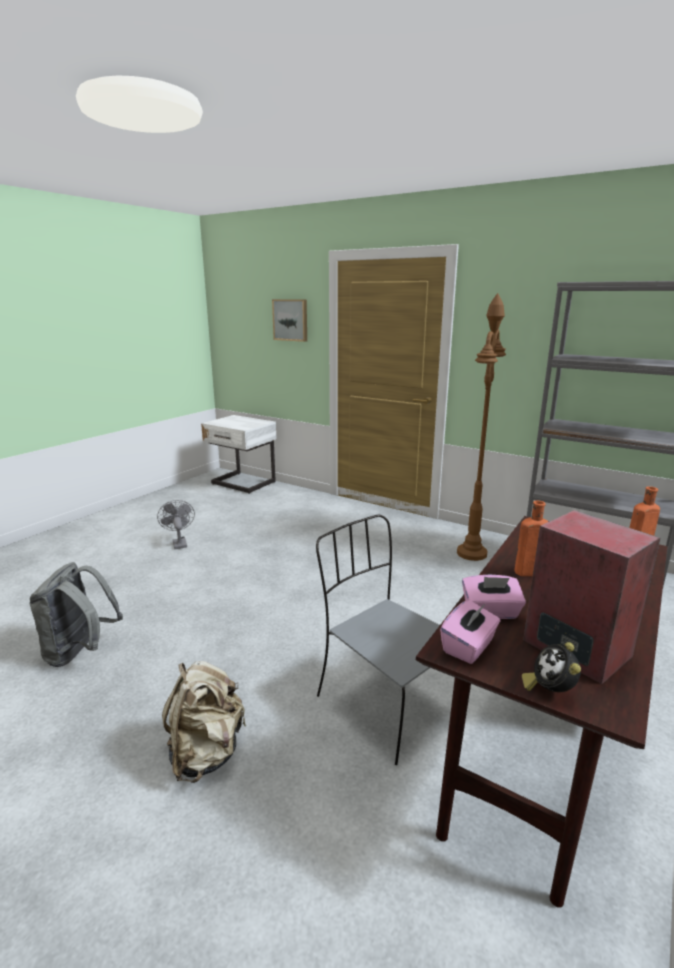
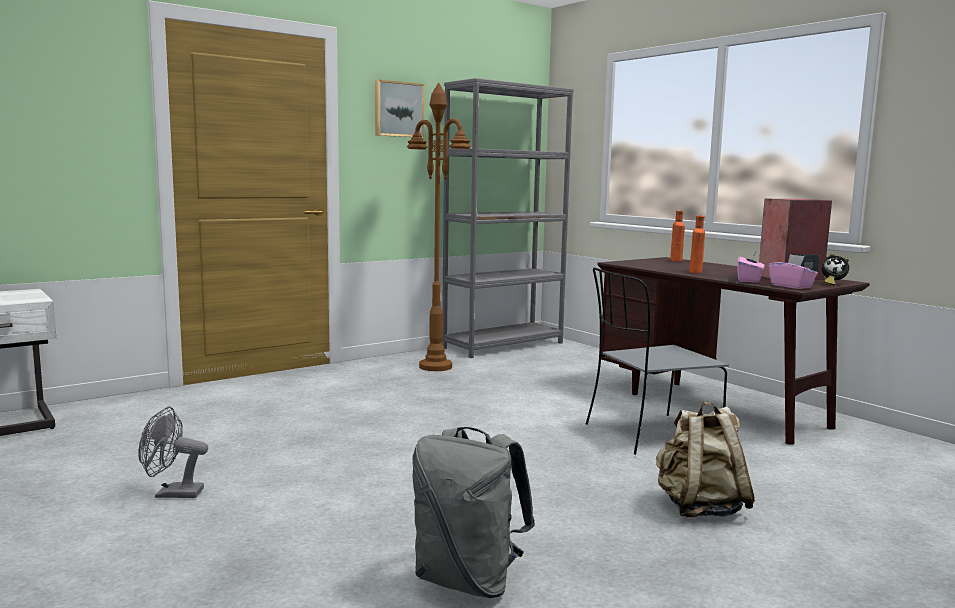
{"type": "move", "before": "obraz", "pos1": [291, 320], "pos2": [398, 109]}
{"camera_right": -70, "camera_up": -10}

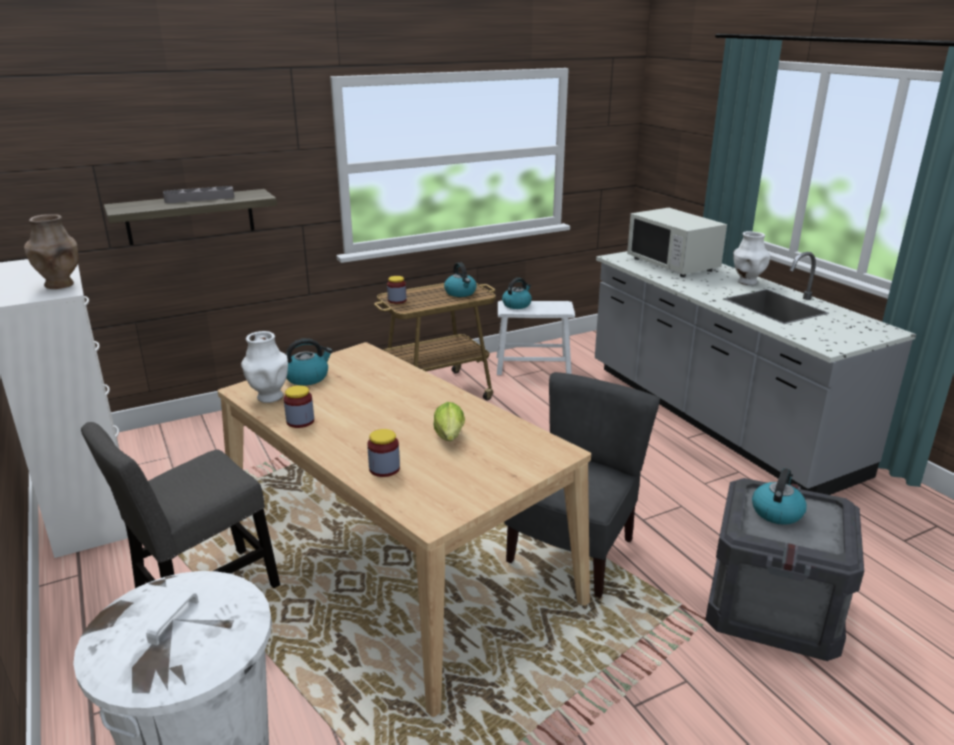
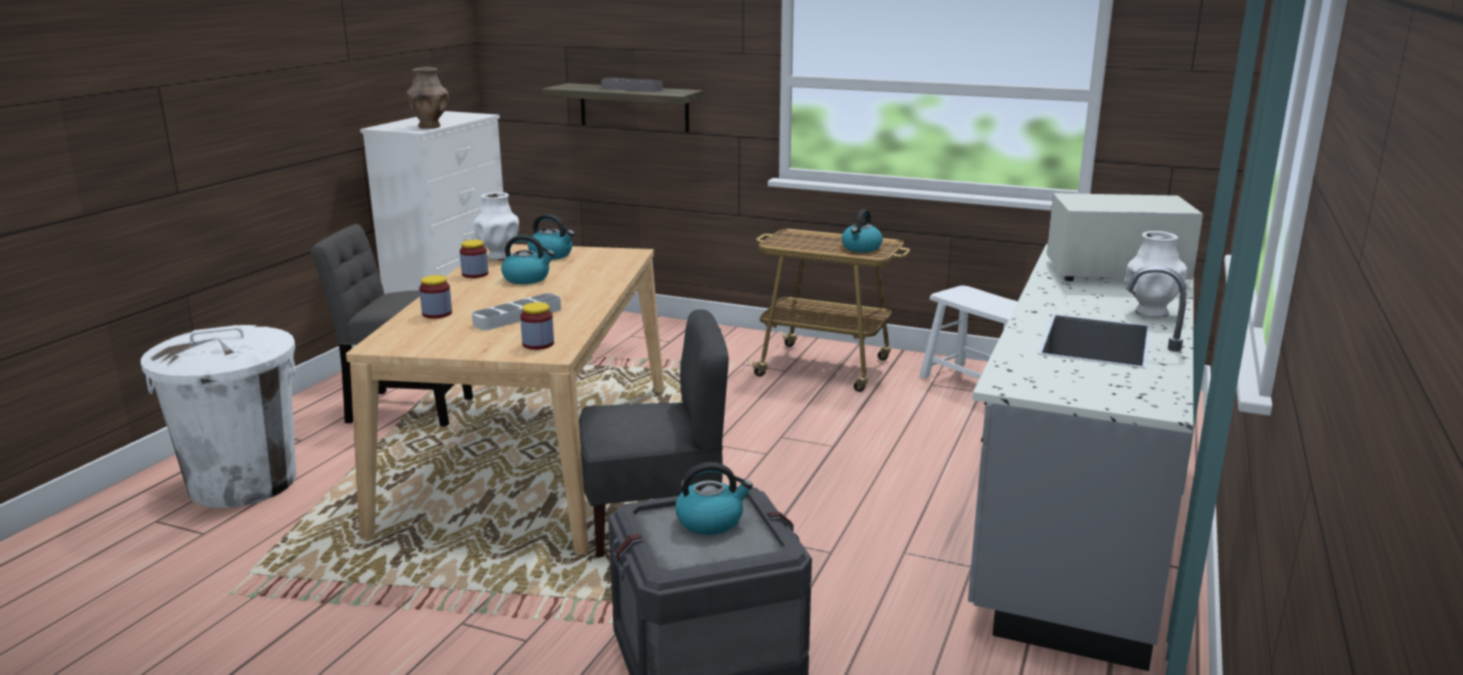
{"type": "move", "before": "słoik", "pos1": [397, 300], "pos2": [538, 344]}
{"type": "move", "before": "czajnik", "pos1": [517, 305], "pos2": [527, 278]}
{"type": "replace", "before": "sałata", "after": "taca [szary]", "pos1": [449, 438], "pos2": [518, 317]}
{"type": "rotate", "before": "mikrofalówka [biały]", "pos1": [673, 264], "pos2": [1115, 273], "turn": 75}
{"camera_right": 50, "camera_up": -5}

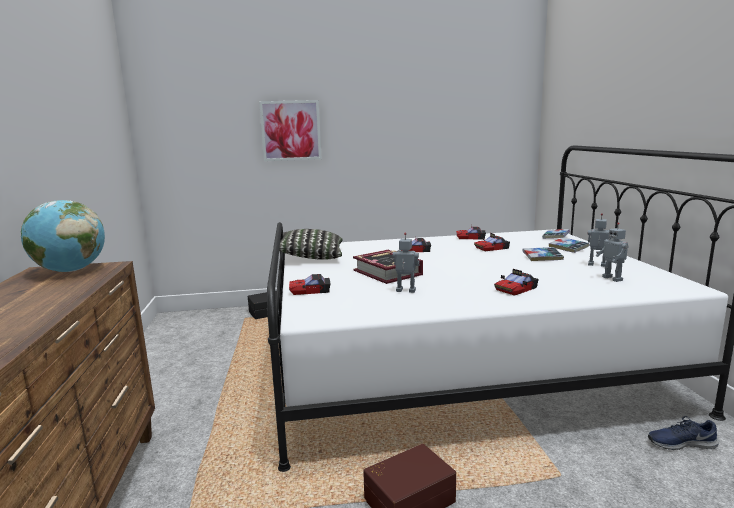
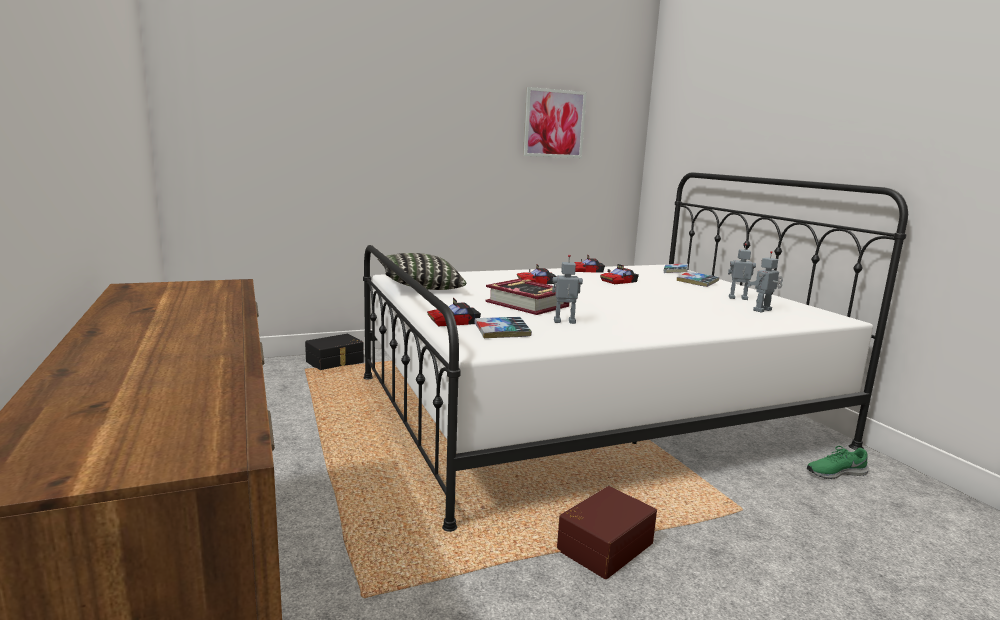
{"type": "delete", "before": "globus", "pos1": [70, 271]}
{"type": "delete", "before": "samochodzik", "pos1": [516, 289]}
{"type": "move", "before": "obraz", "pos1": [291, 130], "pos2": [554, 123]}
{"type": "move", "before": "książka", "pos1": [542, 257], "pos2": [502, 332]}
{"type": "recolor", "before": "but [niebieski]", "after": "but [zielony]", "pos1": [680, 443], "pos2": [835, 472]}
{"type": "rotate", "before": "robot zabawkowy", "pos1": [613, 278], "pos2": [763, 310], "turn": 90}
{"camera_right": -15, "camera_up": 0}

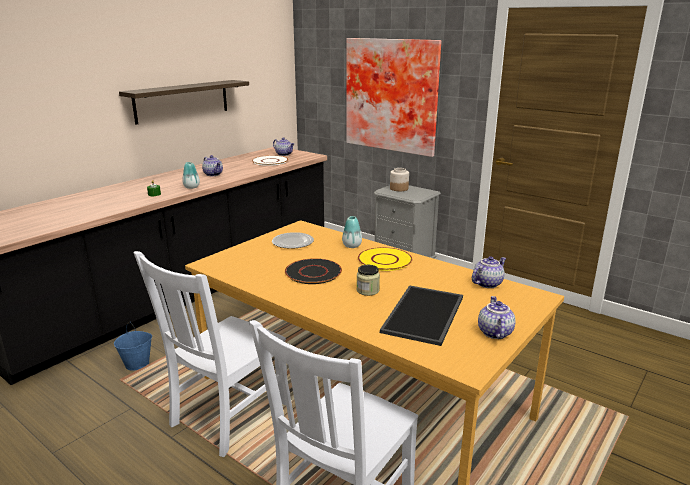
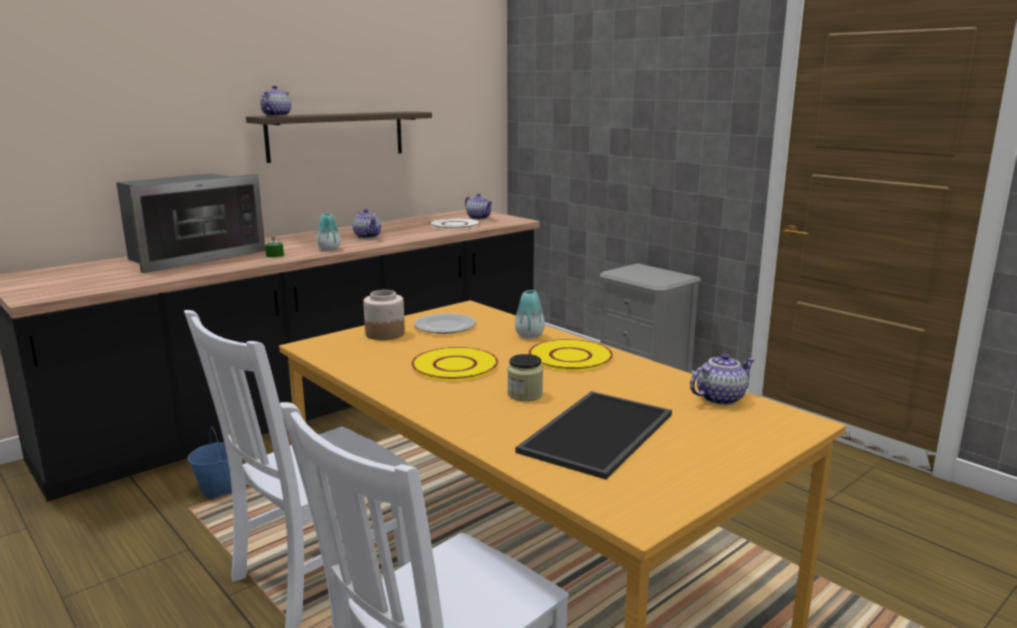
{"type": "delete", "before": "obraz", "pos1": [392, 95]}
{"type": "insert", "after": "mikrofalówka", "pos2": [192, 256]}
{"type": "move", "before": "słoik", "pos1": [398, 188], "pos2": [384, 334]}
{"type": "move", "before": "imbryk", "pos1": [494, 332], "pos2": [276, 116]}
{"type": "recolor", "before": "talerz [czarny]", "after": "talerz [żółty]", "pos1": [313, 272], "pos2": [455, 365]}
{"camera_right": 10, "camera_up": -5}

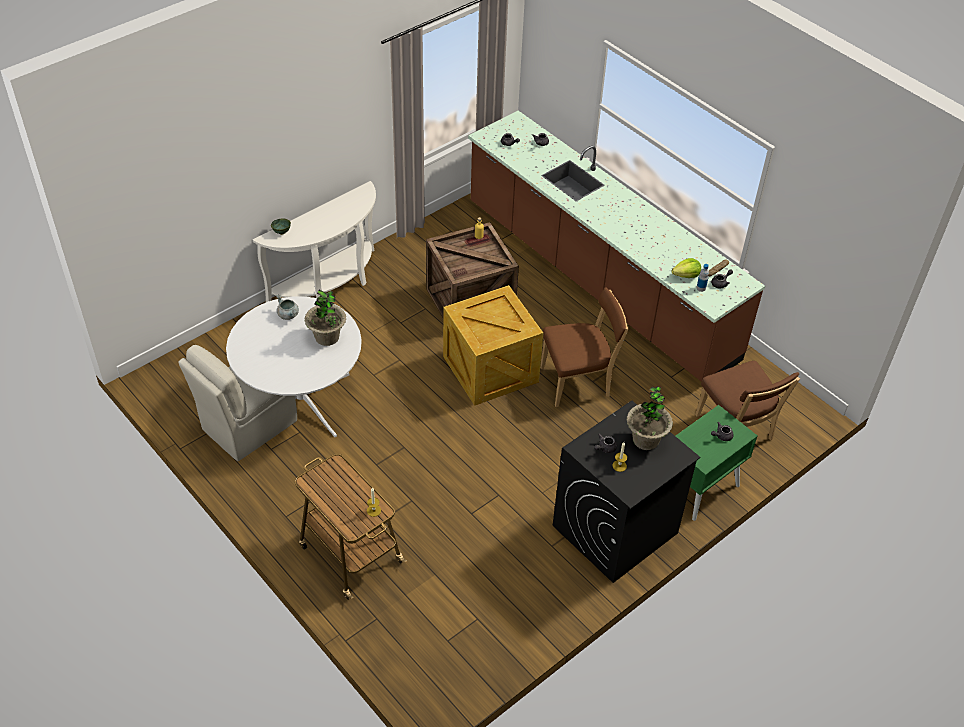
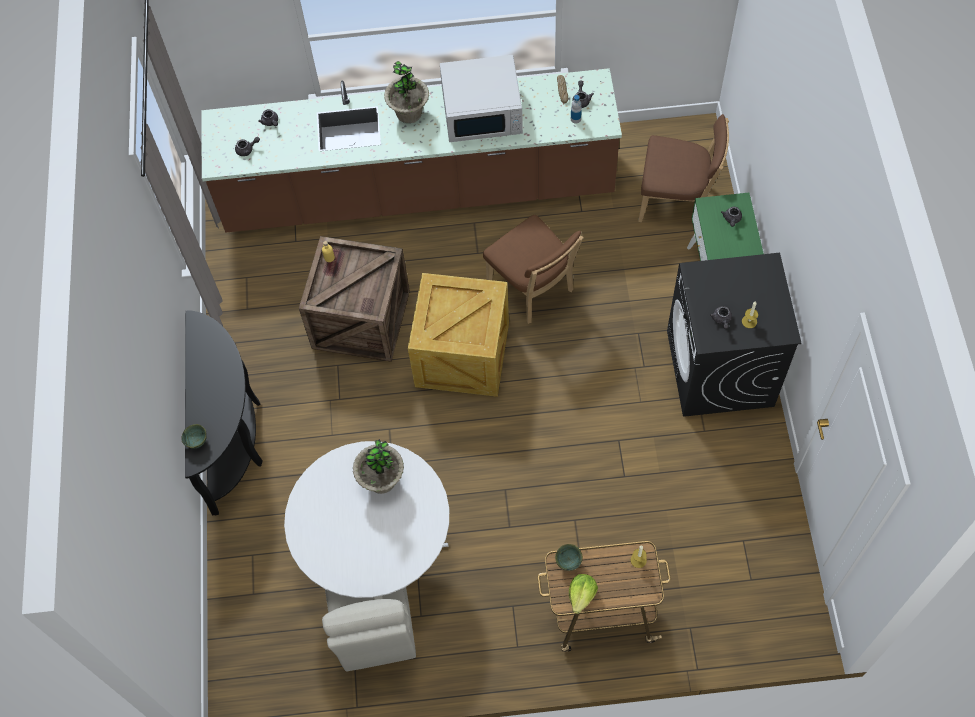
{"type": "delete", "before": "garnek [szary]", "pos1": [288, 315]}
{"type": "insert", "after": "mikrofalówka [biały]", "pos2": [483, 112]}
{"type": "insert", "after": "miska [zielony]", "pos2": [569, 561]}
{"type": "move", "before": "roślina doniczkowa", "pos1": [645, 439], "pos2": [409, 113]}
{"type": "move", "before": "sałata", "pos1": [686, 275], "pos2": [582, 595]}
{"type": "recolor", "before": "stolik konsolowy [biały]", "after": "stolik konsolowy [czarny]", "pos1": [330, 285], "pos2": [234, 436]}
{"type": "rotate", "before": "krzesło [brązowy]", "pos1": [578, 382], "pos2": [533, 289], "turn": 120}
{"camera_right": -50, "camera_up": 15}

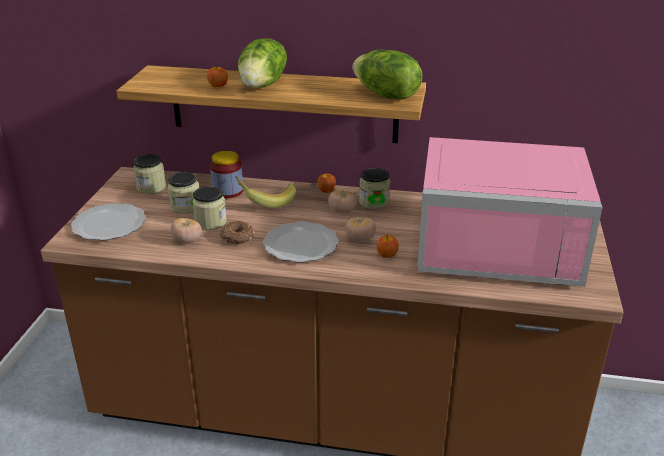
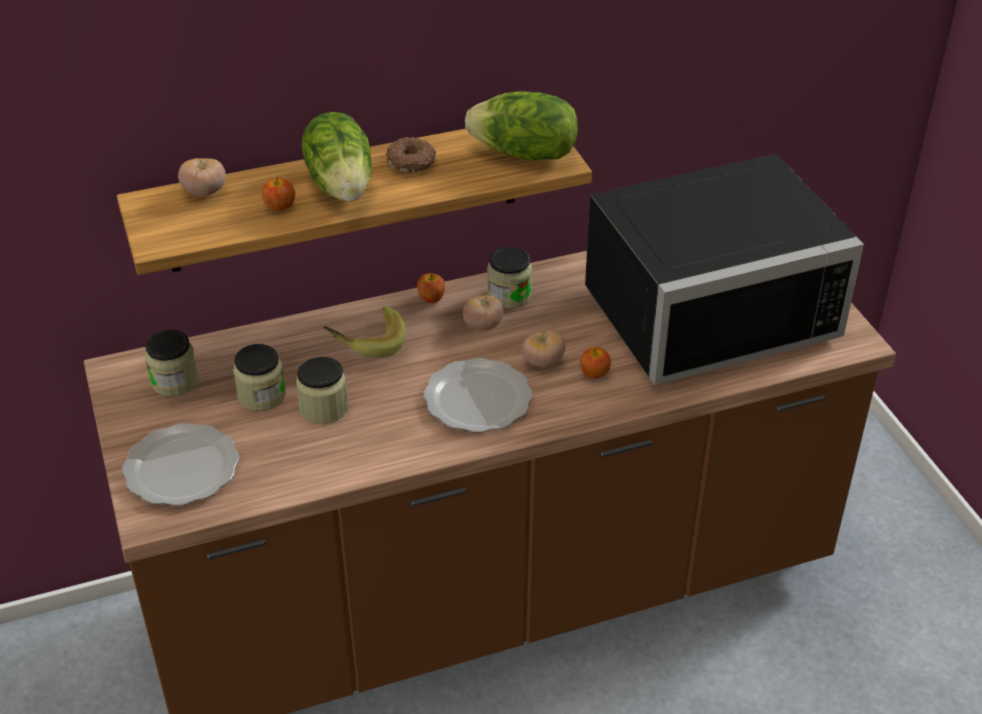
{"type": "delete", "before": "słoik", "pos1": [227, 191]}
{"type": "move", "before": "pomidor", "pos1": [187, 241], "pos2": [204, 192]}
{"type": "move", "before": "donut", "pos1": [237, 238], "pos2": [411, 163]}
{"type": "recolor", "before": "mikrofalówka [różowy]", "after": "mikrofalówka [czarny]", "pos1": [498, 242], "pos2": [703, 305]}
{"camera_right": -30, "camera_up": 10}

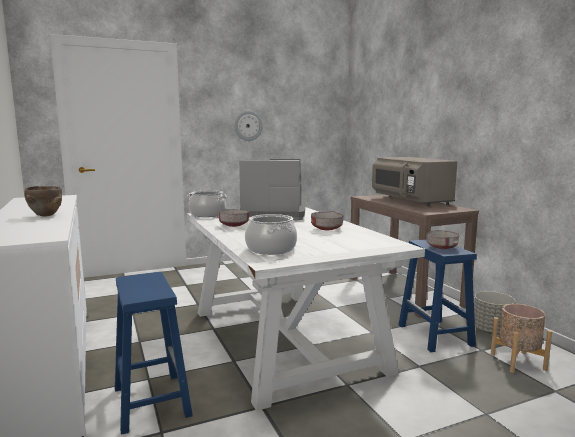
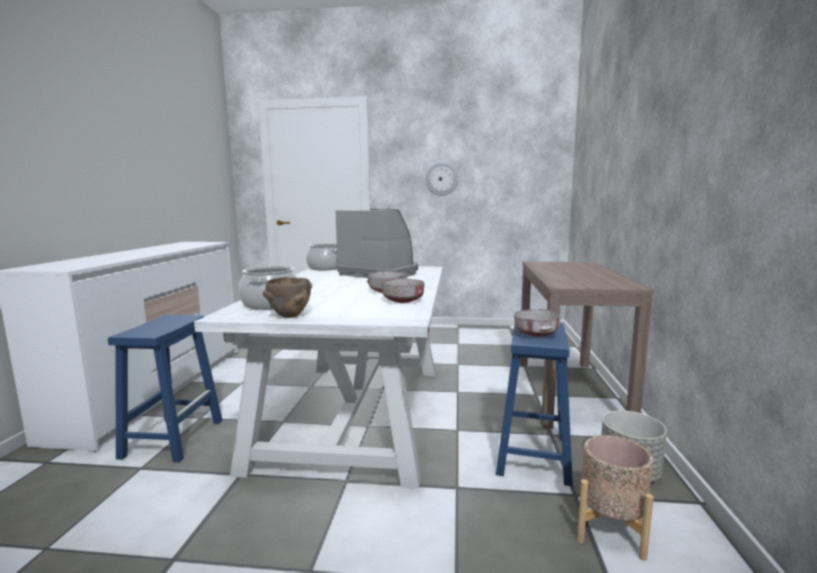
{"type": "delete", "before": "mikrofalówka [szary]", "pos1": [410, 201]}
{"type": "move", "before": "miska [brązowy]", "pos1": [46, 215], "pos2": [289, 316]}
{"type": "move", "before": "miska [szary]", "pos1": [234, 225], "pos2": [403, 301]}
{"camera_right": 30, "camera_up": 0}

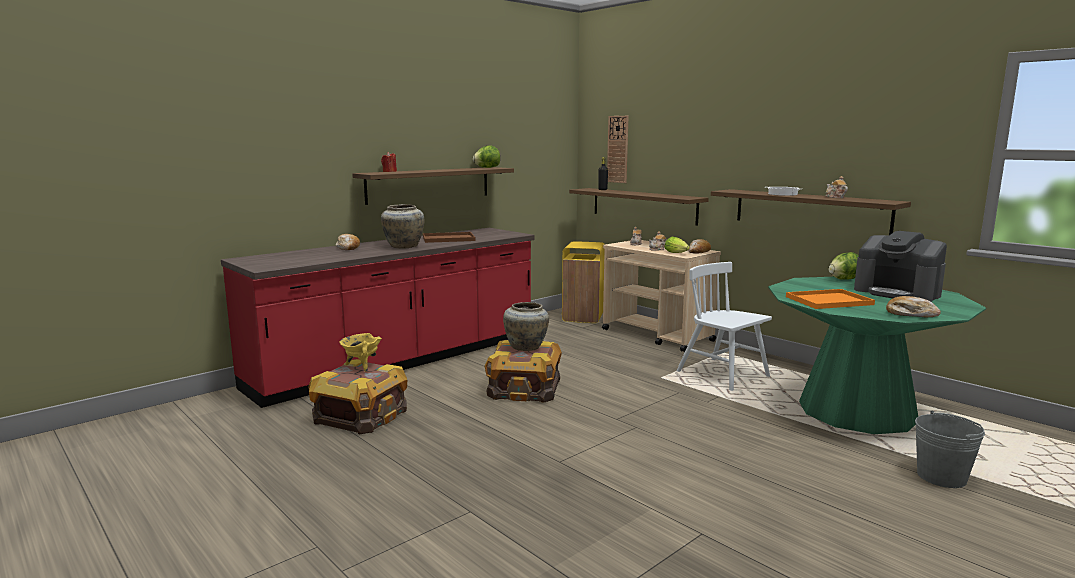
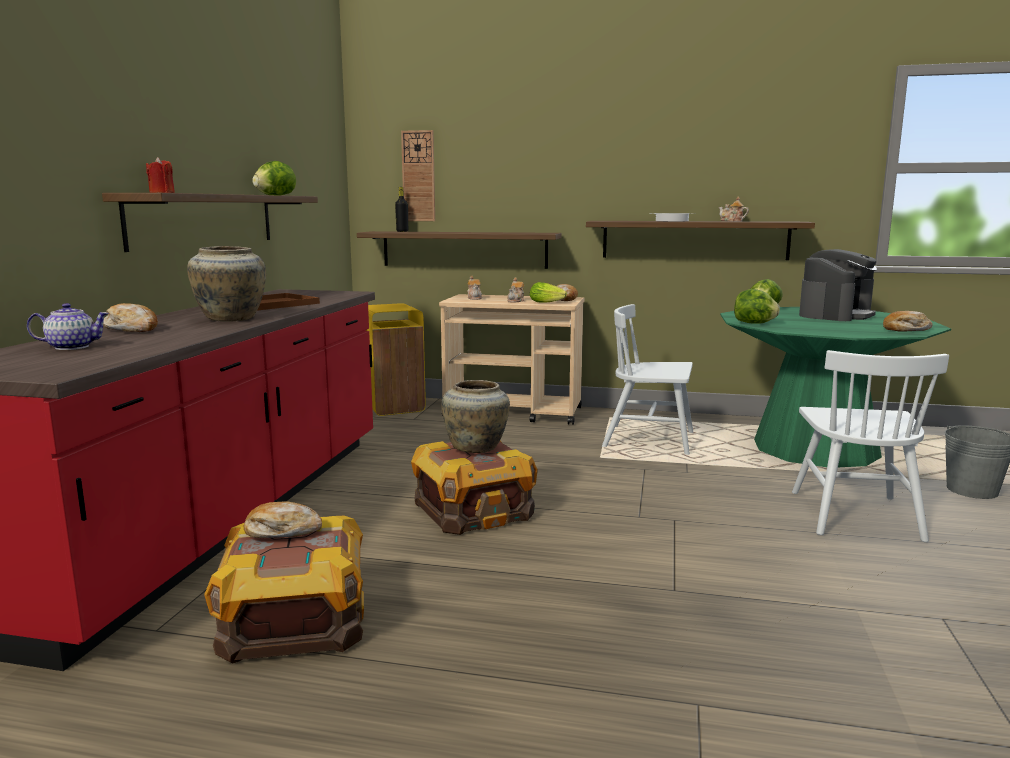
{"type": "delete", "before": "taca [pomarańczowy]", "pos1": [828, 301]}
{"type": "insert", "after": "imbryk", "pos2": [71, 347]}
{"type": "insert", "after": "sałata", "pos2": [754, 323]}
{"type": "insert", "after": "krzesło [biały]", "pos2": [855, 515]}
{"type": "replace", "before": "garnek [żółty]", "after": "chleb", "pos1": [361, 366], "pos2": [282, 531]}
{"type": "rotate", "before": "ekspres do kawy", "pos1": [897, 292], "pos2": [835, 315], "turn": -60}
{"camera_right": -35, "camera_up": 0}

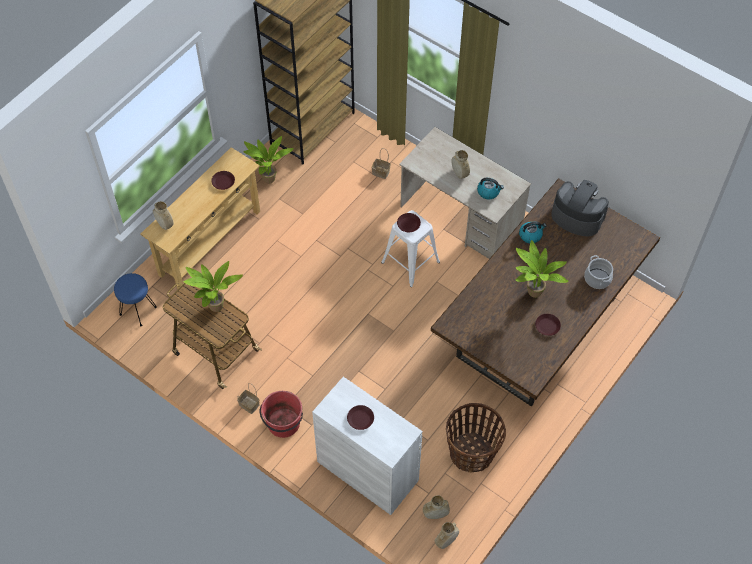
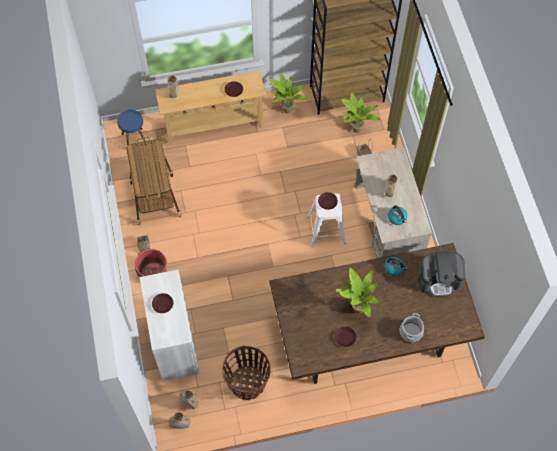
{"type": "move", "before": "roślina doniczkowa", "pos1": [216, 309], "pos2": [356, 131]}
{"type": "rotate", "before": "ekspres do kawy", "pos1": [577, 216], "pos2": [439, 279], "turn": 105}
{"camera_right": 40, "camera_up": 5}

